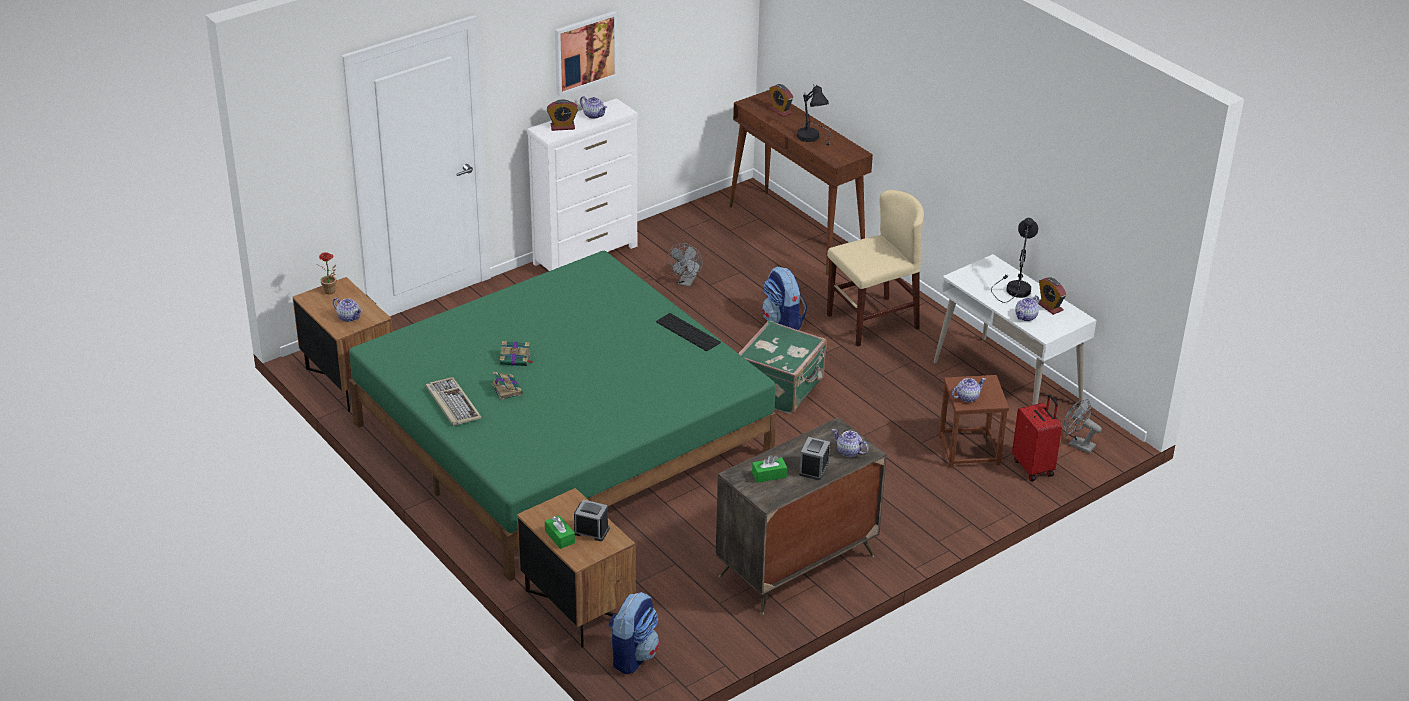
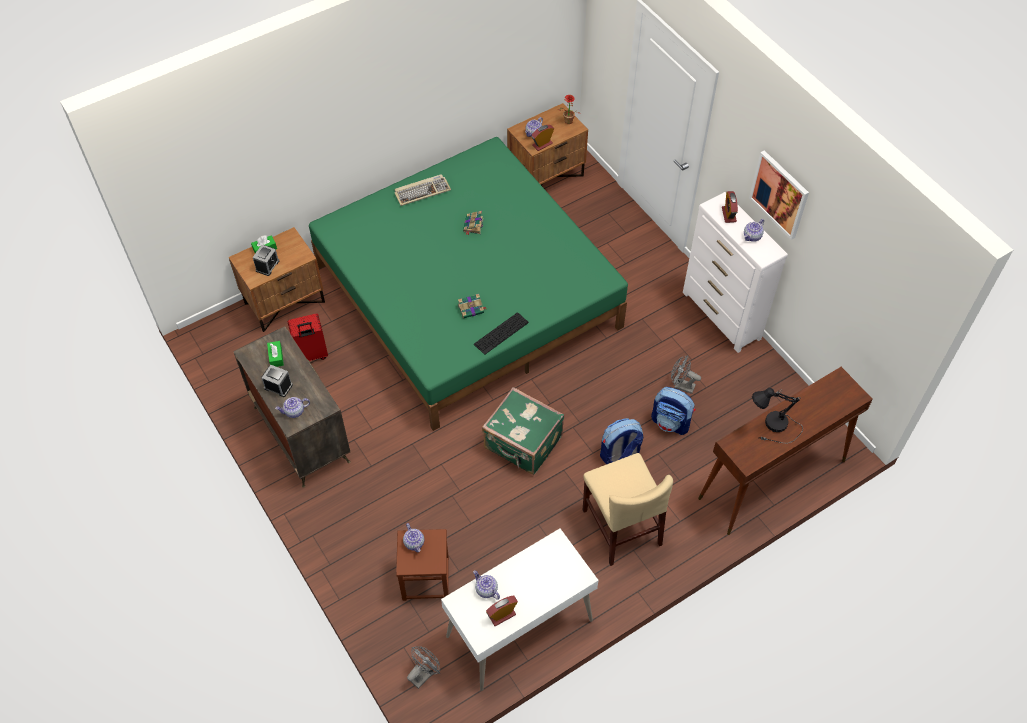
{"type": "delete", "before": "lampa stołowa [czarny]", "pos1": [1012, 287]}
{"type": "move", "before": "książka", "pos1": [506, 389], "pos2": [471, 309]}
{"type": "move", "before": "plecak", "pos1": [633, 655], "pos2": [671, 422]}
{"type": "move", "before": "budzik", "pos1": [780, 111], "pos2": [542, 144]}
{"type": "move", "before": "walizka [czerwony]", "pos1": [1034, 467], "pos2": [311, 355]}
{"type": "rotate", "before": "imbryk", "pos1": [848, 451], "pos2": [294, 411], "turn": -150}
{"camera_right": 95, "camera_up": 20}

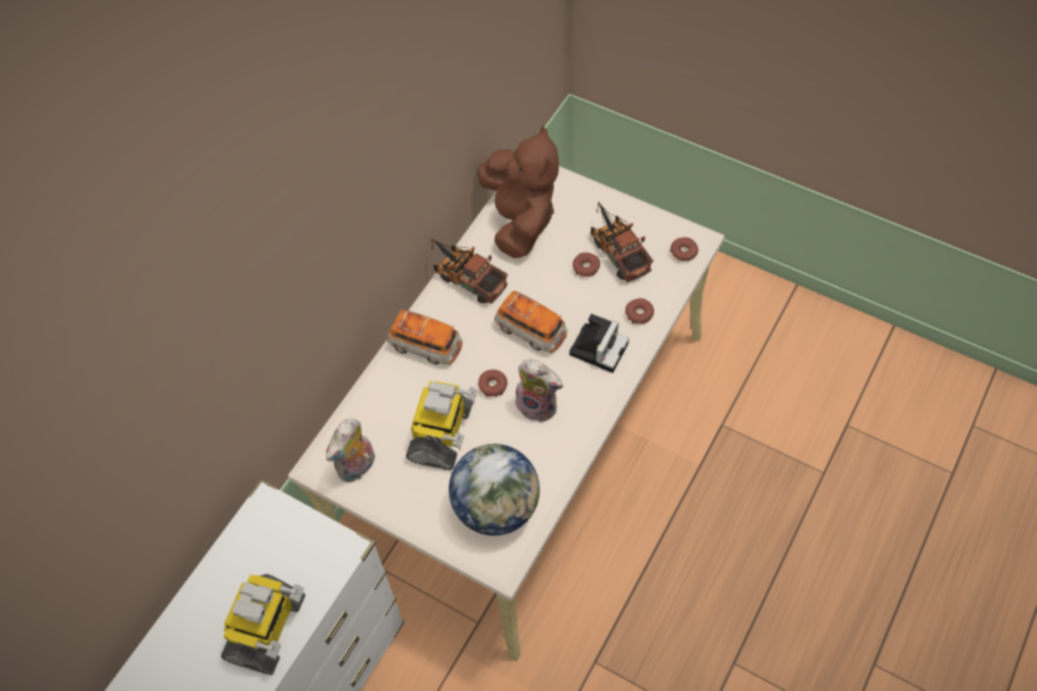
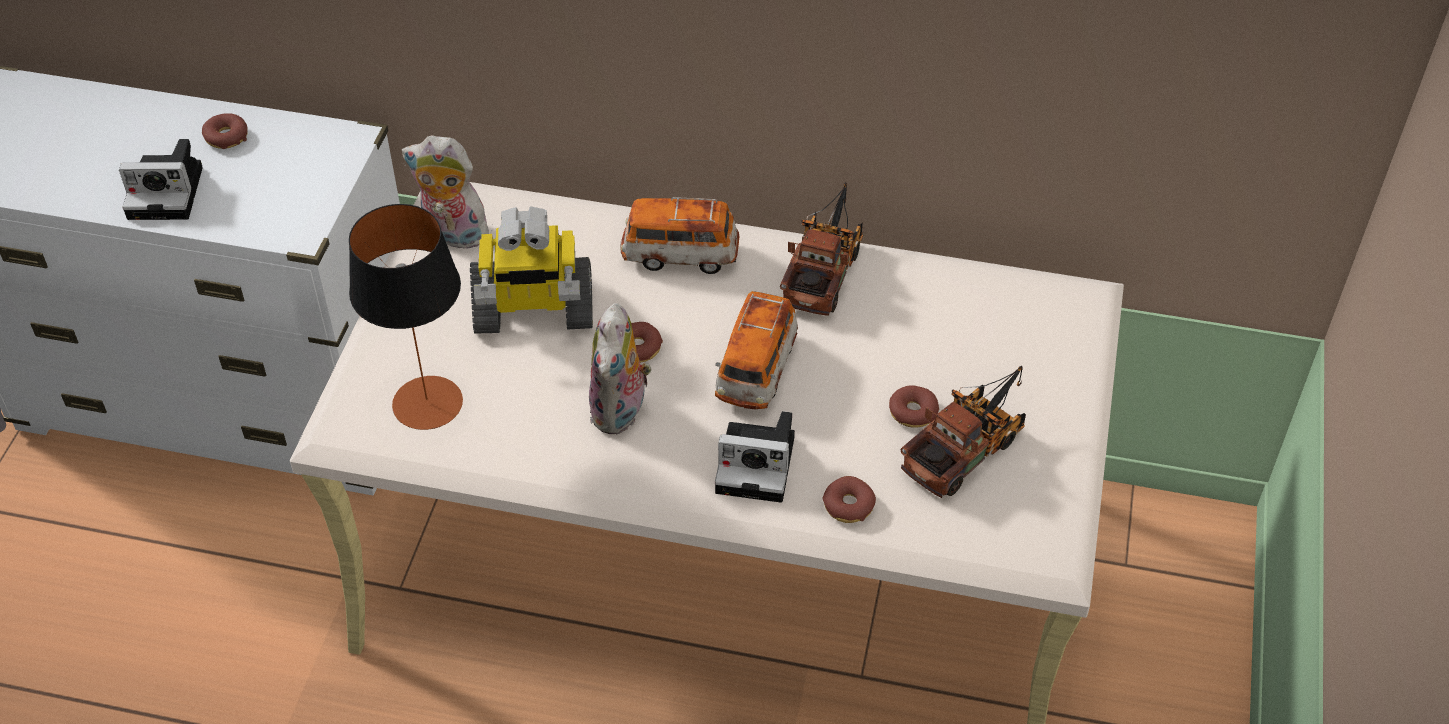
{"type": "delete", "before": "pluszak [brązowy]", "pos1": [520, 220]}
{"type": "move", "before": "donut", "pos1": [683, 252], "pos2": [226, 137]}
{"type": "replace", "before": "robot zabawkowy", "after": "aparat fotograficzny", "pos1": [268, 630], "pos2": [169, 192]}
{"type": "replace", "before": "globus", "after": "lampa stołowa", "pos1": [496, 507], "pos2": [427, 402]}
{"type": "rotate", "before": "samochodzik", "pos1": [426, 346], "pos2": [680, 254], "turn": 90}
{"camera_right": 70, "camera_up": -10}

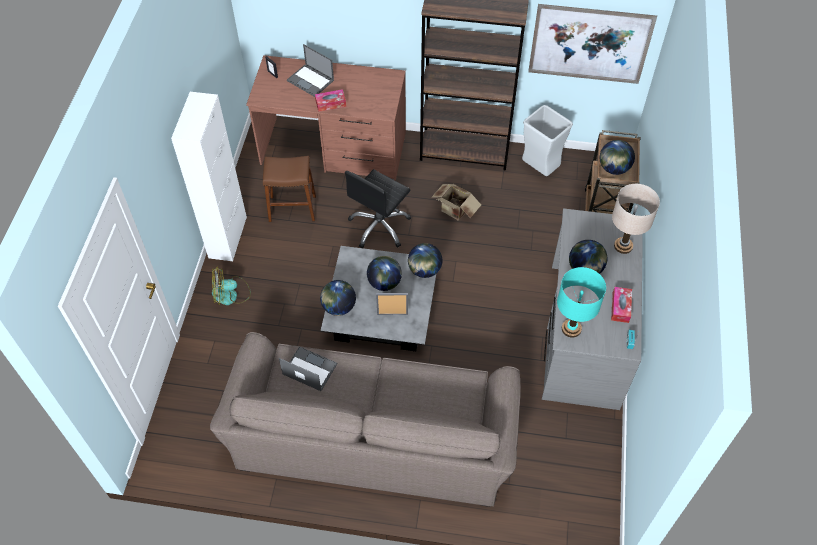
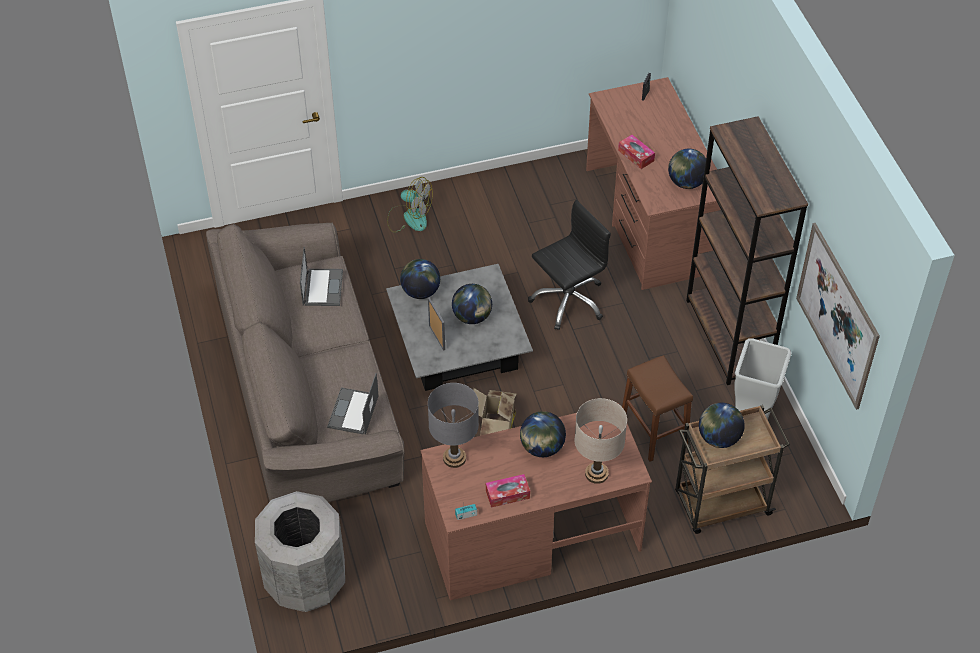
{"type": "delete", "before": "szafka [biały]", "pos1": [228, 237]}
{"type": "insert", "after": "kosz na śmieci [szary]", "pos2": [306, 580]}
{"type": "move", "before": "stołek [brązowy]", "pos1": [292, 208], "pos2": [653, 431]}
{"type": "move", "before": "laptop", "pos1": [311, 80], "pos2": [353, 412]}
{"type": "move", "before": "globus", "pos1": [424, 270], "pos2": [686, 182]}
{"type": "move", "before": "karton", "pos1": [454, 211], "pos2": [494, 427]}
{"type": "recolor", "before": "biurko [szary]", "after": "biurko [brązowy]", "pos1": [583, 335], "pos2": [531, 535]}
{"type": "recolor", "before": "lampa stołowa [turkusowy]", "after": "lampa stołowa [szary]", "pos1": [571, 328], "pos2": [454, 458]}
{"type": "rotate", "before": "wentylator", "pos1": [231, 294], "pos2": [409, 217], "turn": 150}
{"type": "rotate", "before": "krzesło biurowe [czarny]", "pos1": [379, 226], "pos2": [568, 300], "turn": 135}
{"camera_right": 65, "camera_up": -5}

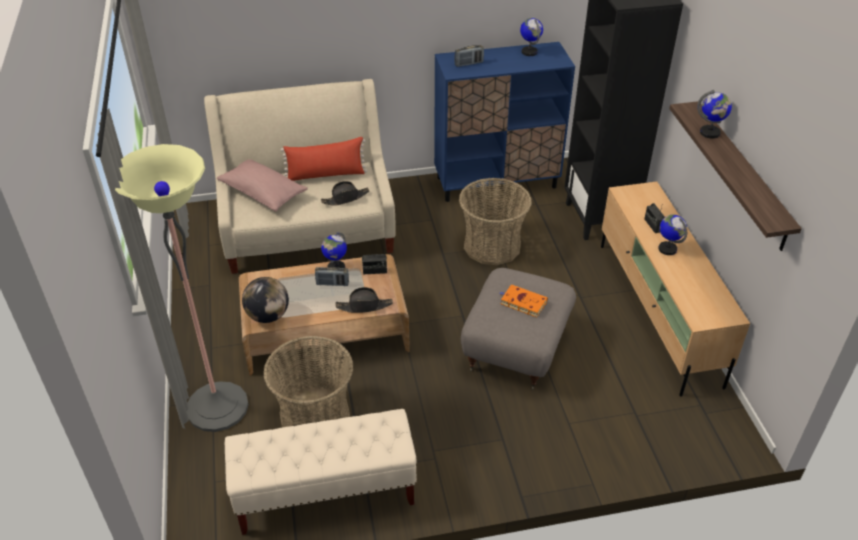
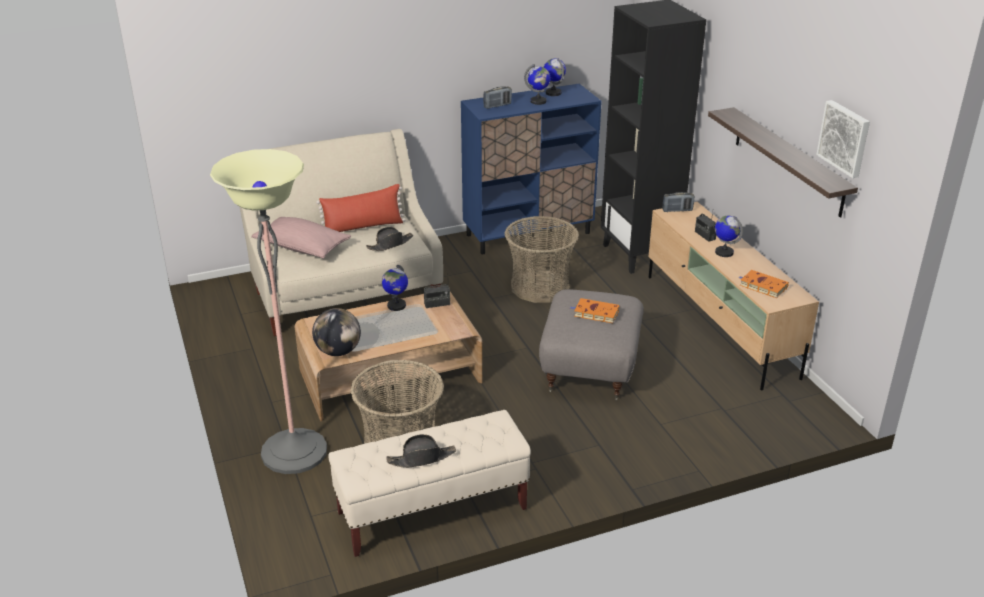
{"type": "insert", "after": "książka [pomarańczowy]", "pos2": [762, 286]}
{"type": "insert", "after": "obraz", "pos2": [845, 138]}
{"type": "move", "before": "radio", "pos1": [332, 283], "pos2": [677, 210]}
{"type": "move", "before": "kapelusz [czarny]", "pos1": [364, 306], "pos2": [421, 458]}
{"type": "move", "before": "globus", "pos1": [710, 133], "pos2": [538, 101]}
{"camera_right": -10, "camera_up": -10}

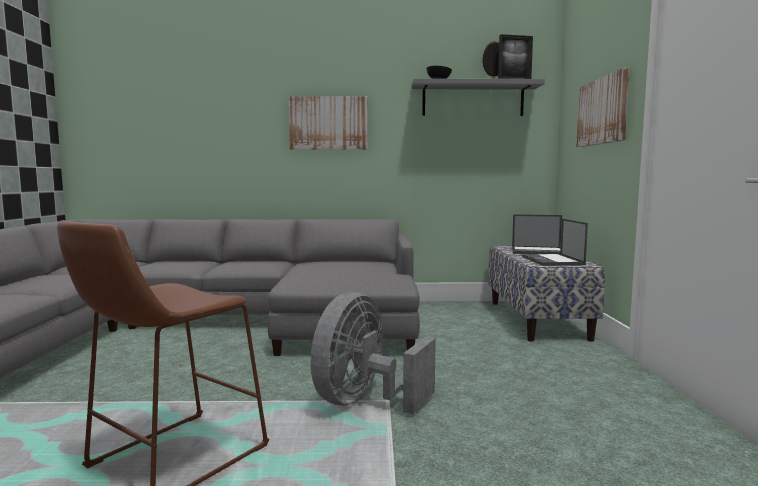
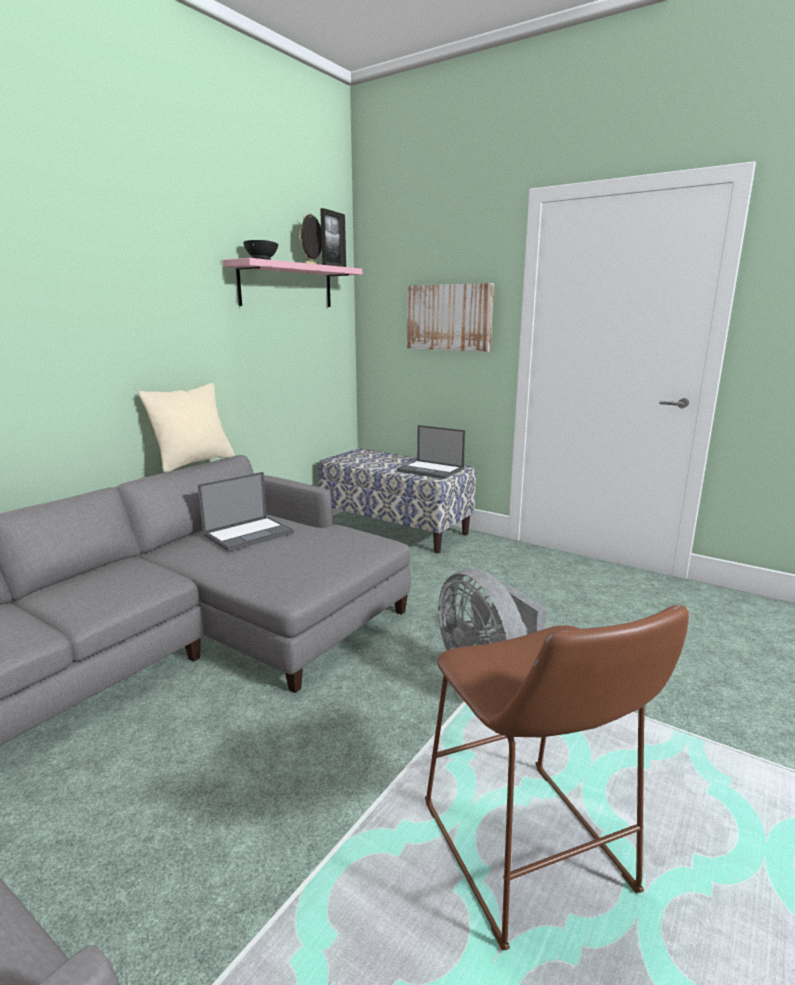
{"type": "delete", "before": "obraz", "pos1": [328, 123]}
{"type": "insert", "after": "poduszka [beżowy]", "pos2": [194, 462]}
{"type": "move", "before": "laptop", "pos1": [538, 251], "pos2": [249, 533]}
{"type": "recolor", "before": "półka [szary]", "after": "półka [różowy]", "pos1": [473, 100], "pos2": [287, 286]}
{"camera_right": -55, "camera_up": 10}

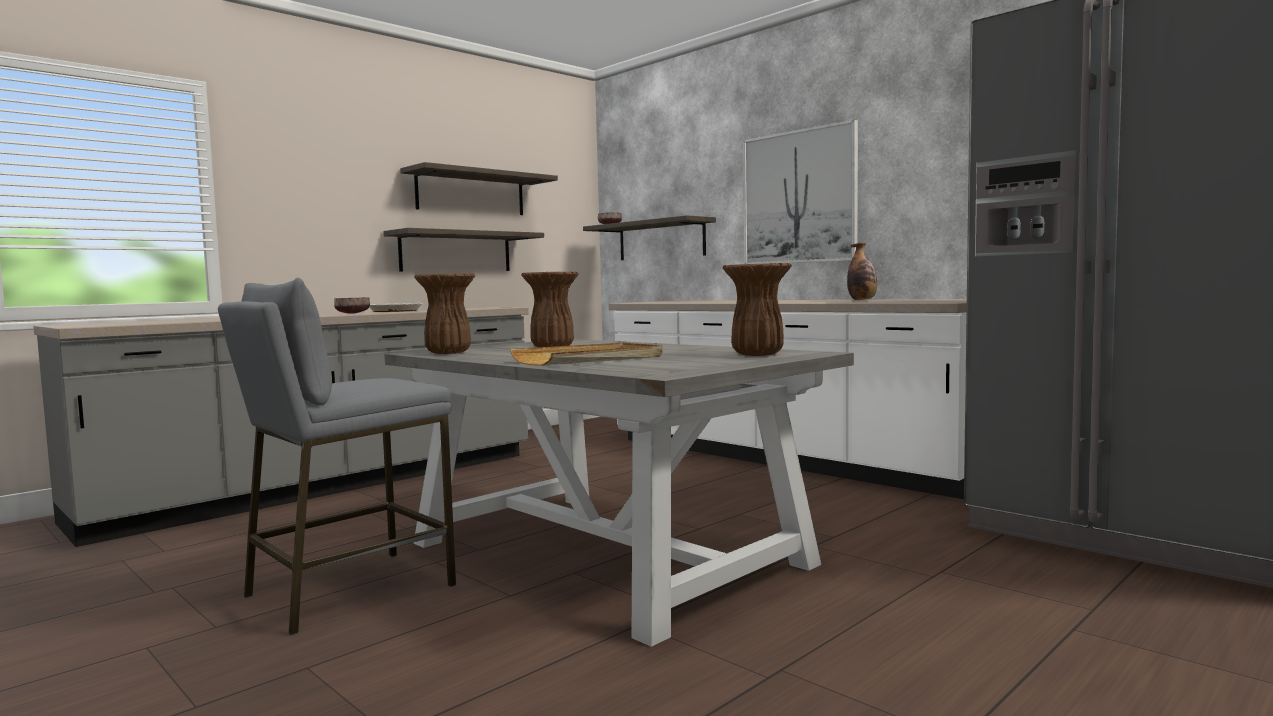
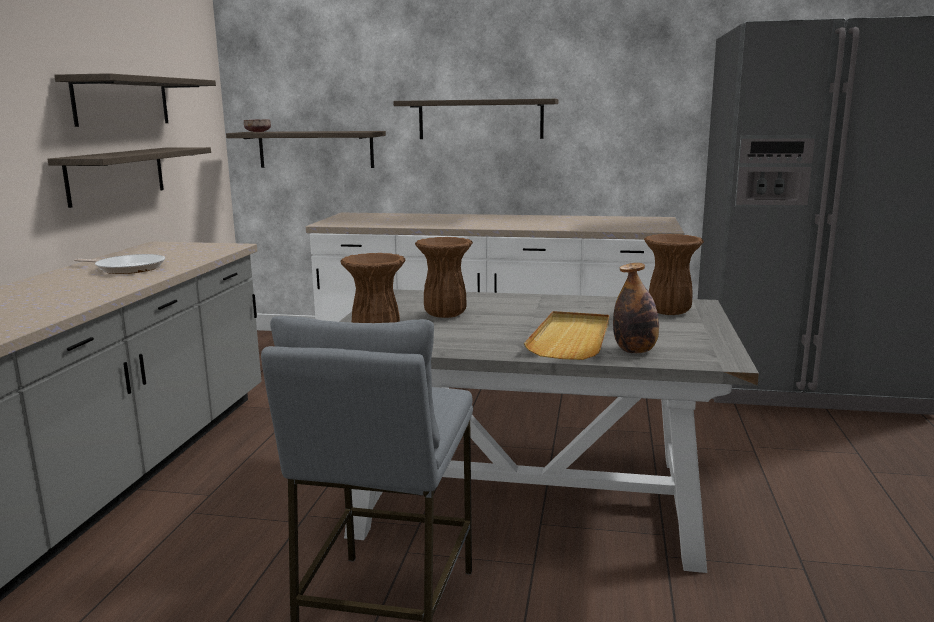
{"type": "delete", "before": "miska [brązowy]", "pos1": [352, 313]}
{"type": "move", "before": "butelka", "pos1": [862, 300], "pos2": [635, 351]}
{"type": "replace", "before": "obraz", "after": "półka", "pos1": [799, 197], "pos2": [480, 119]}
{"camera_right": -35, "camera_up": 10}

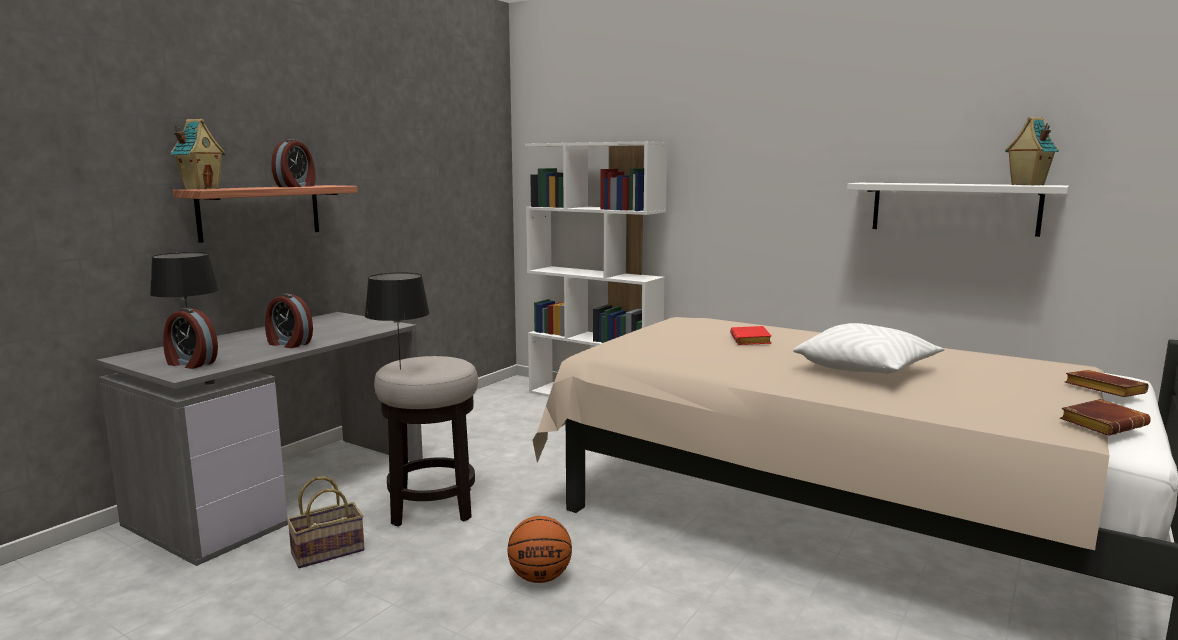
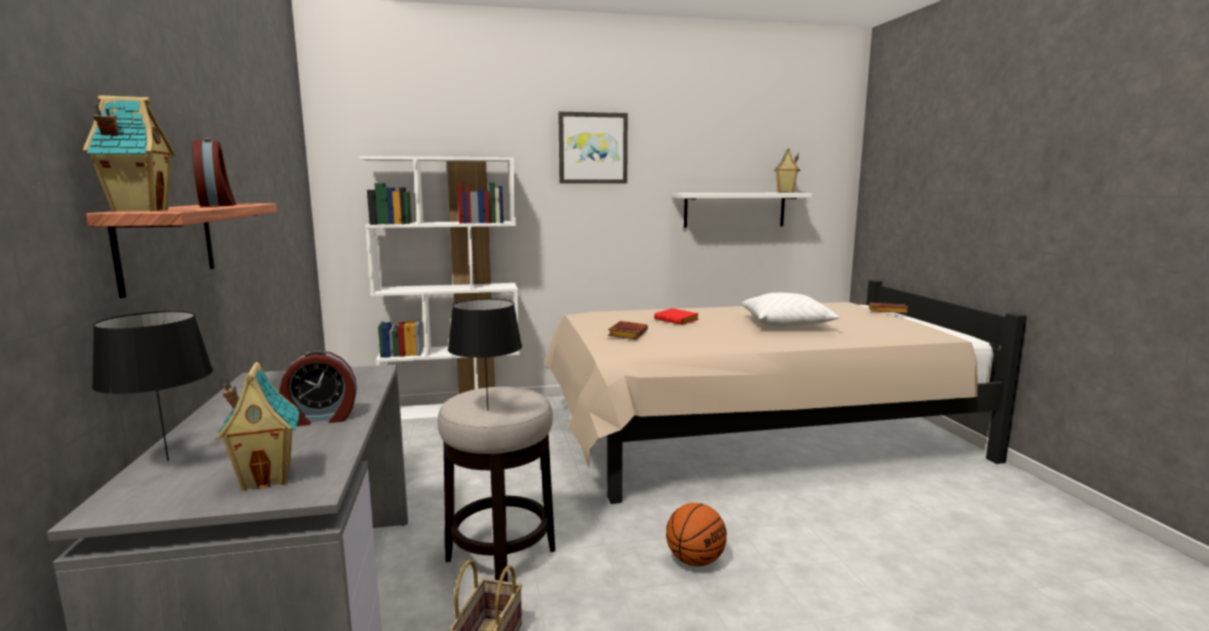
{"type": "insert", "after": "obraz", "pos2": [593, 148]}
{"type": "move", "before": "książka [brązowy]", "pos1": [1102, 423], "pos2": [627, 334]}
{"type": "replace", "before": "budzik", "after": "domek", "pos1": [190, 363], "pos2": [267, 478]}
{"camera_right": -45, "camera_up": 0}

